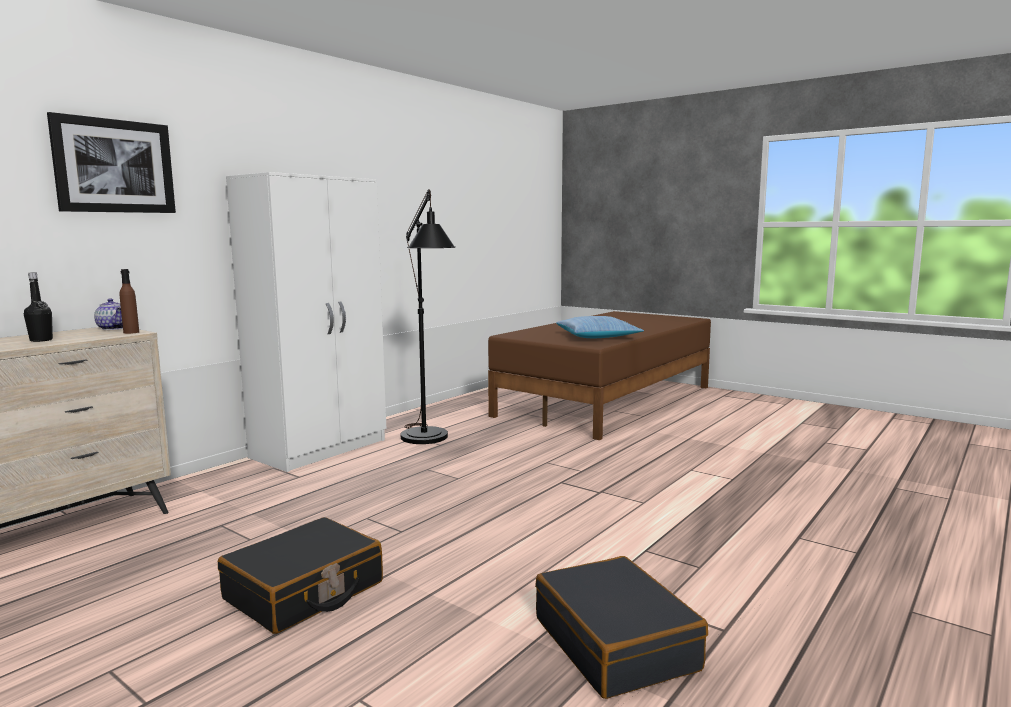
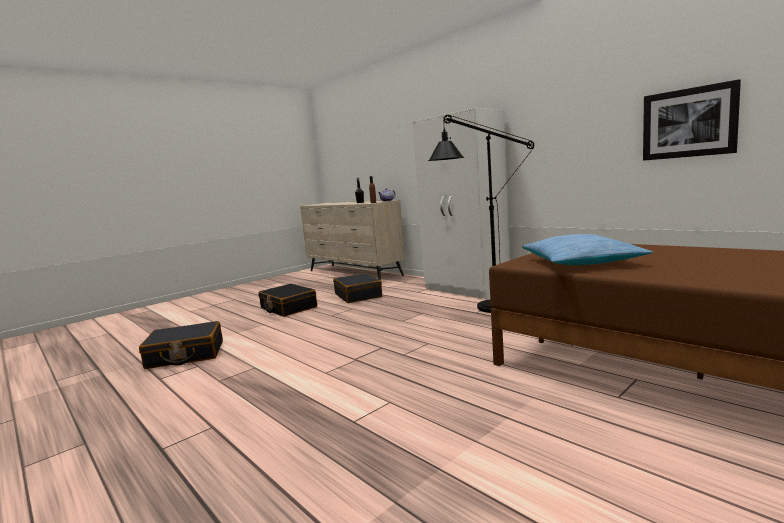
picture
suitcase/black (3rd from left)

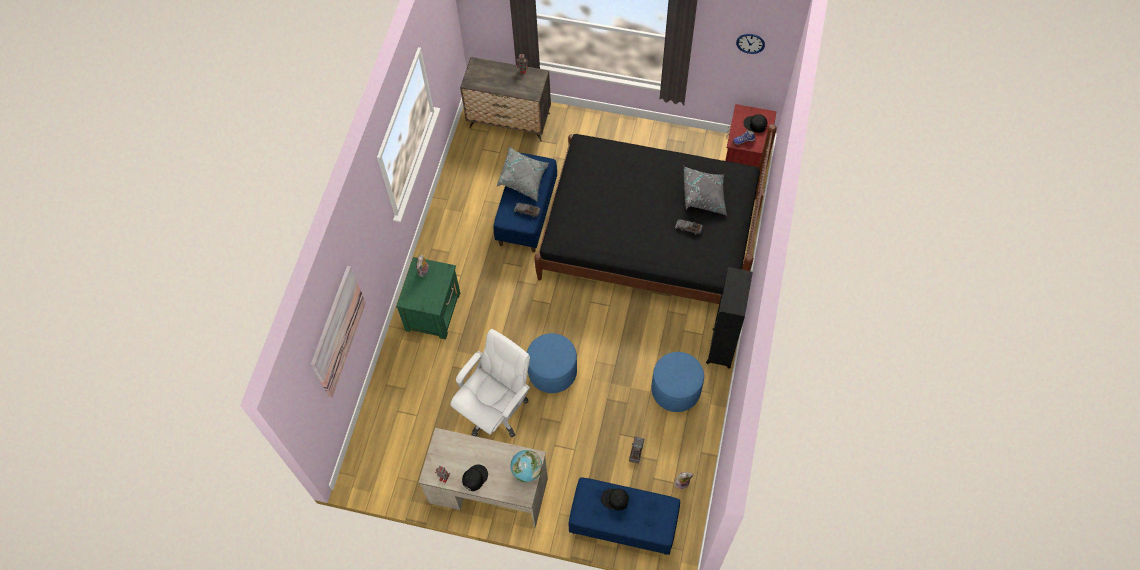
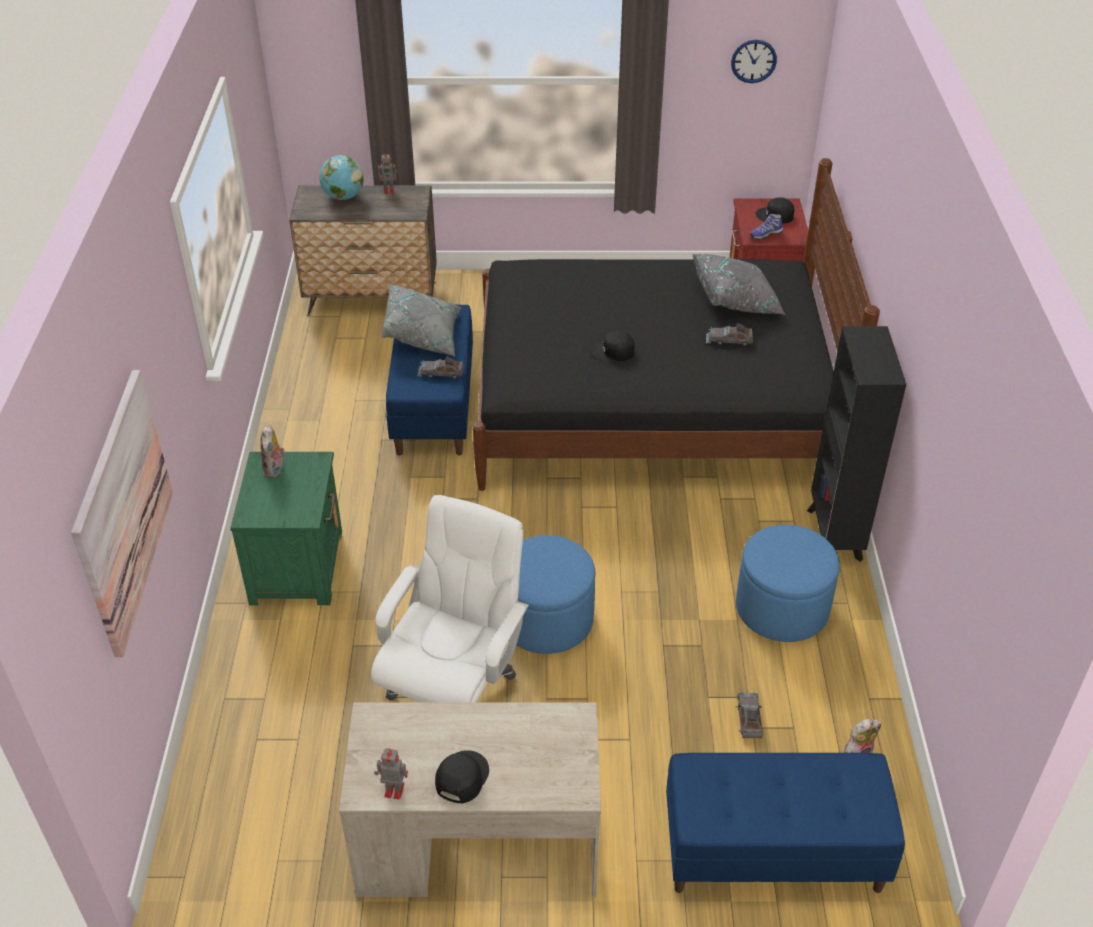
globe
cap/black (2nd from left)

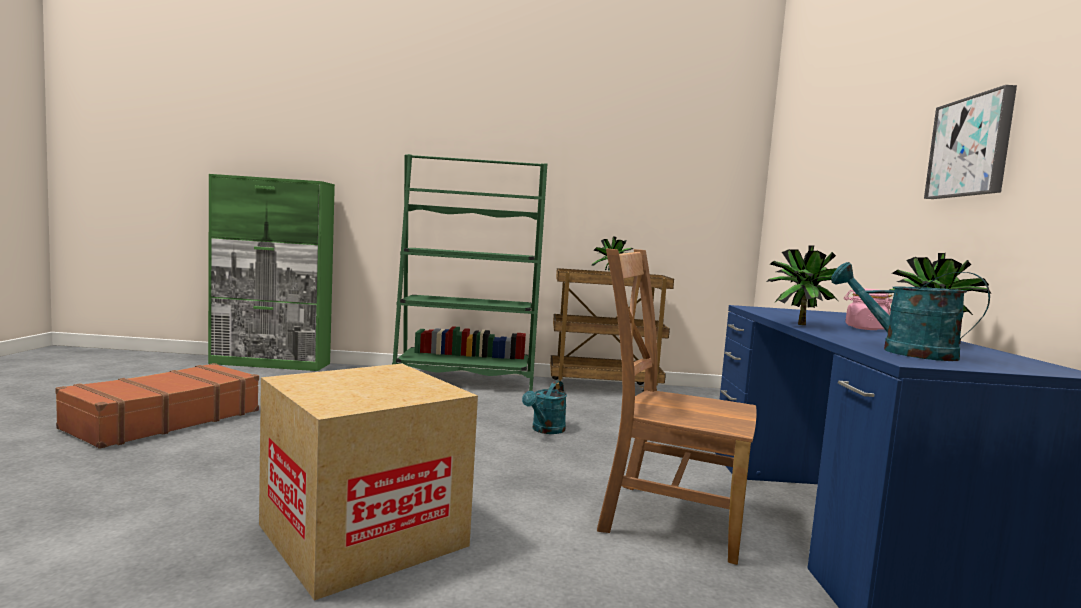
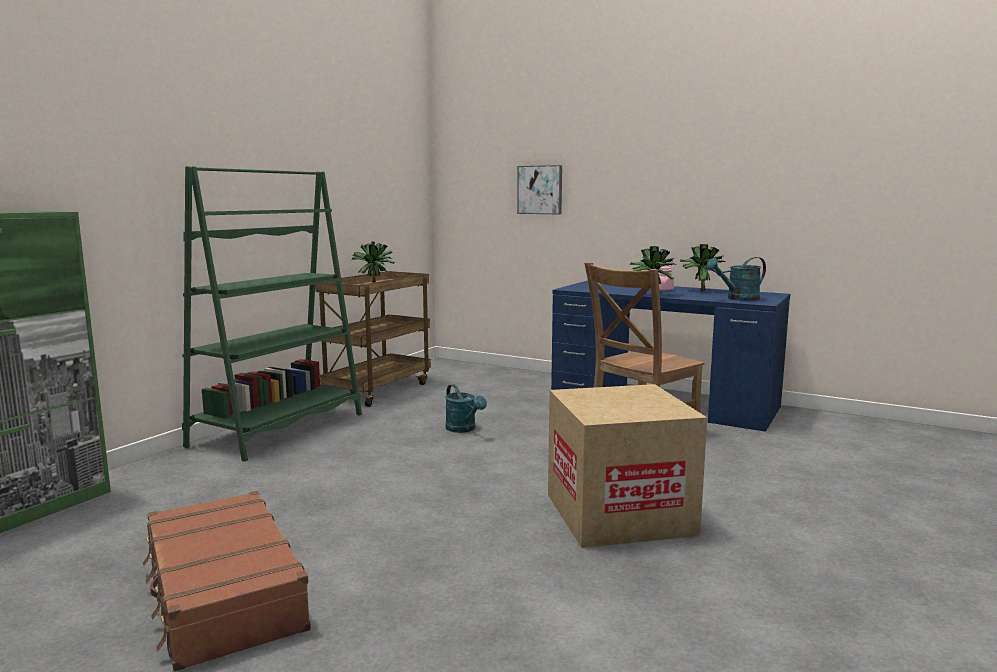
picture

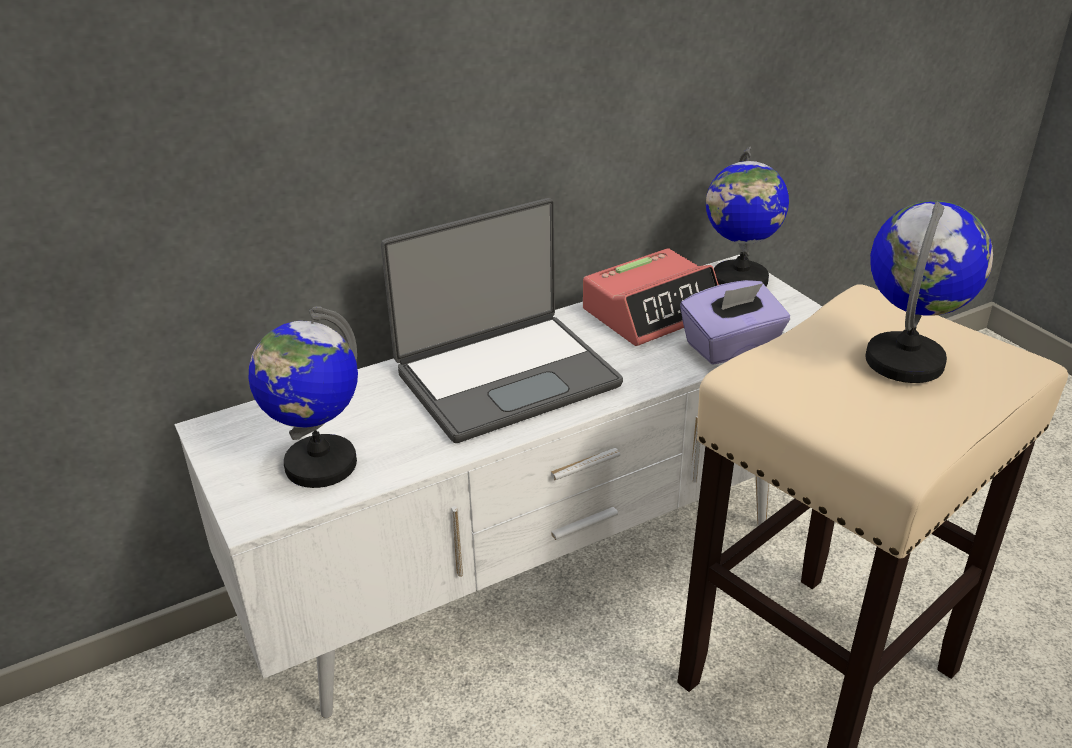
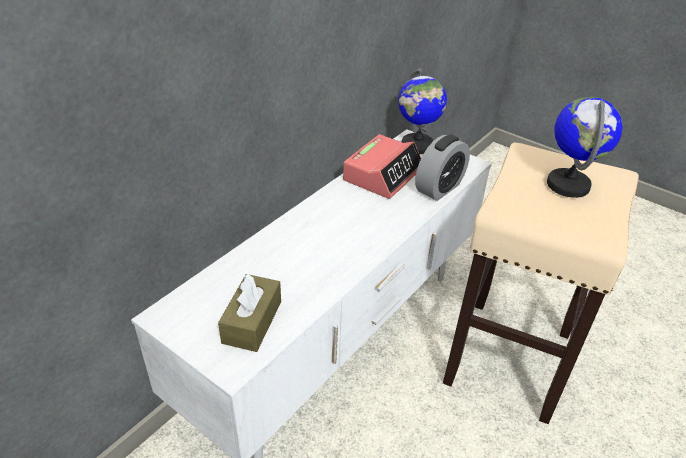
laptop
alarm clock (2nd from left)
tissue box/brown

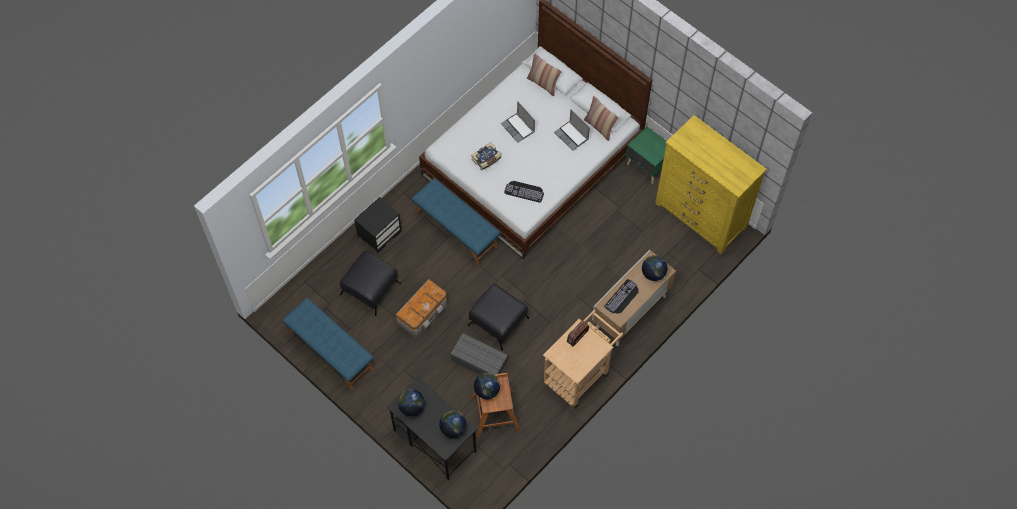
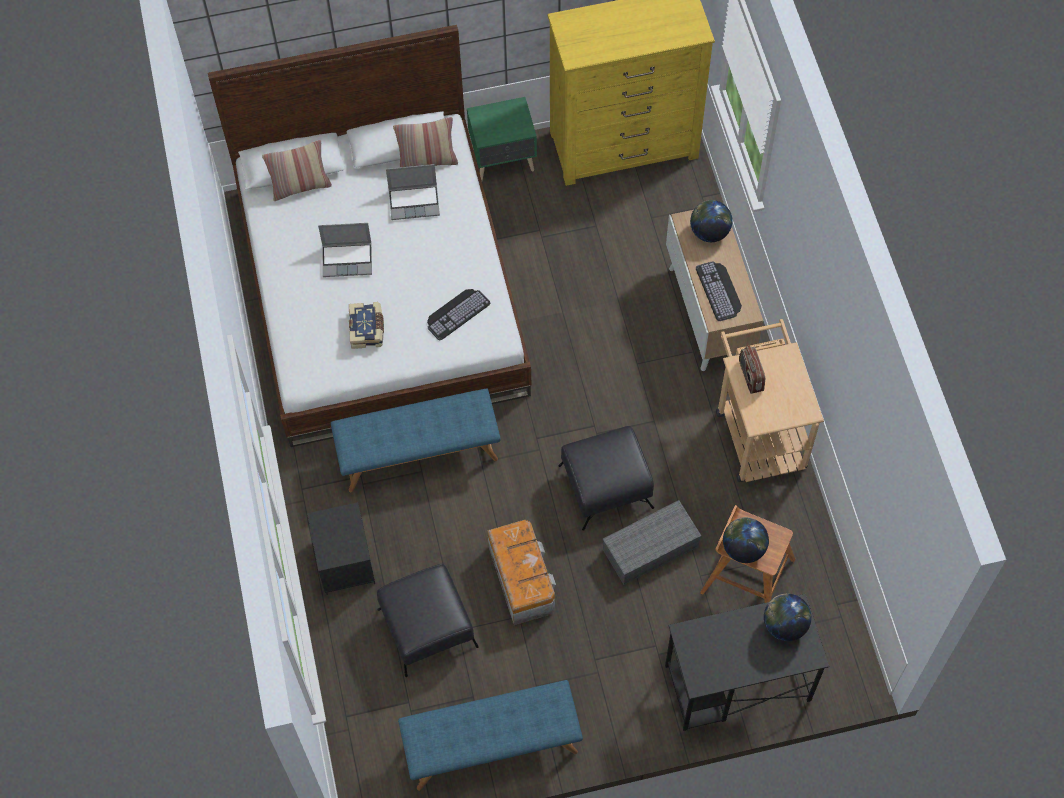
globe (1st from left in the first image)

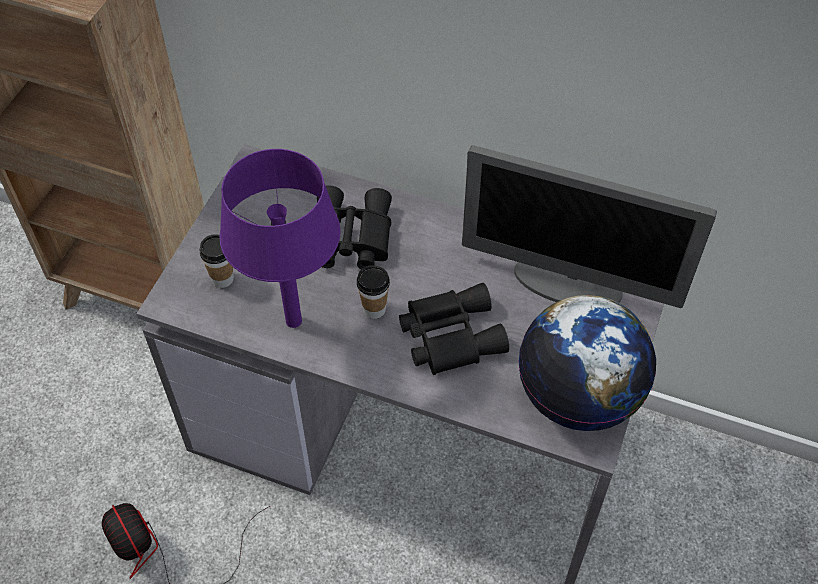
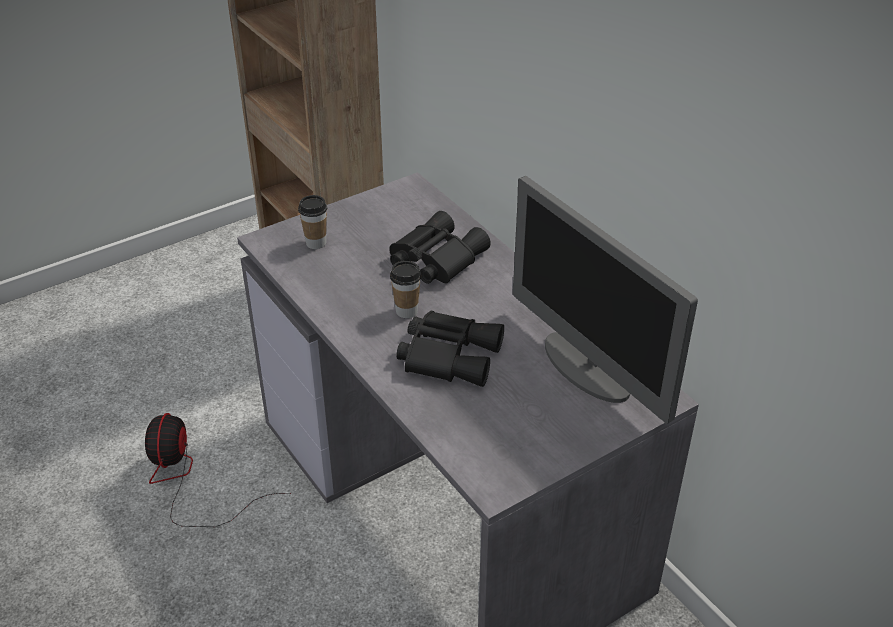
table lamp/purple
globe

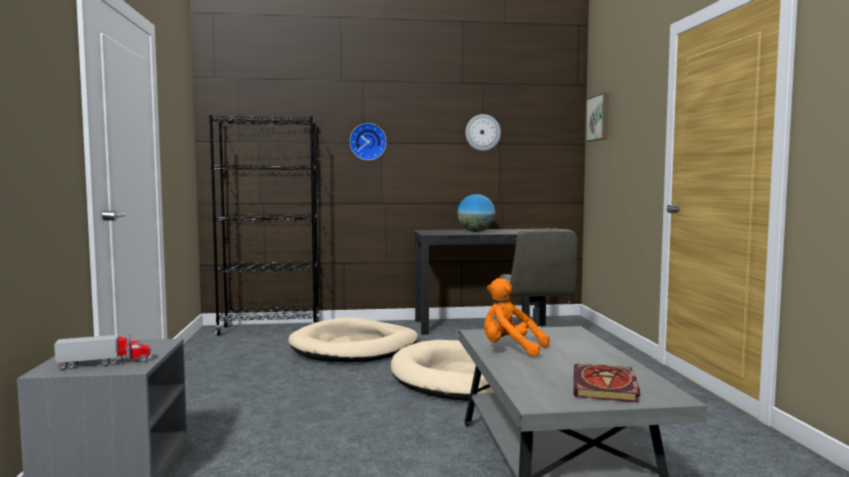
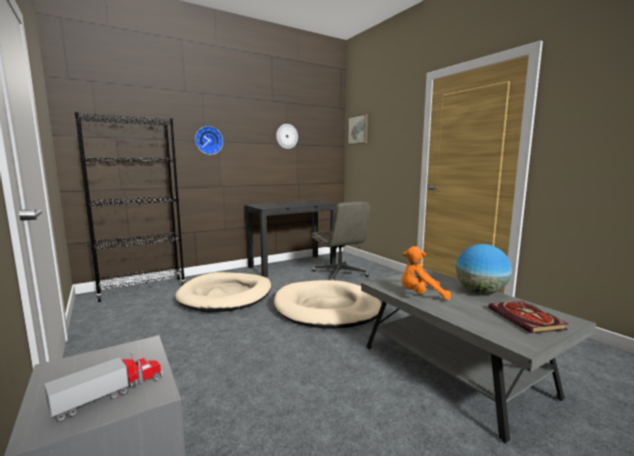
globe

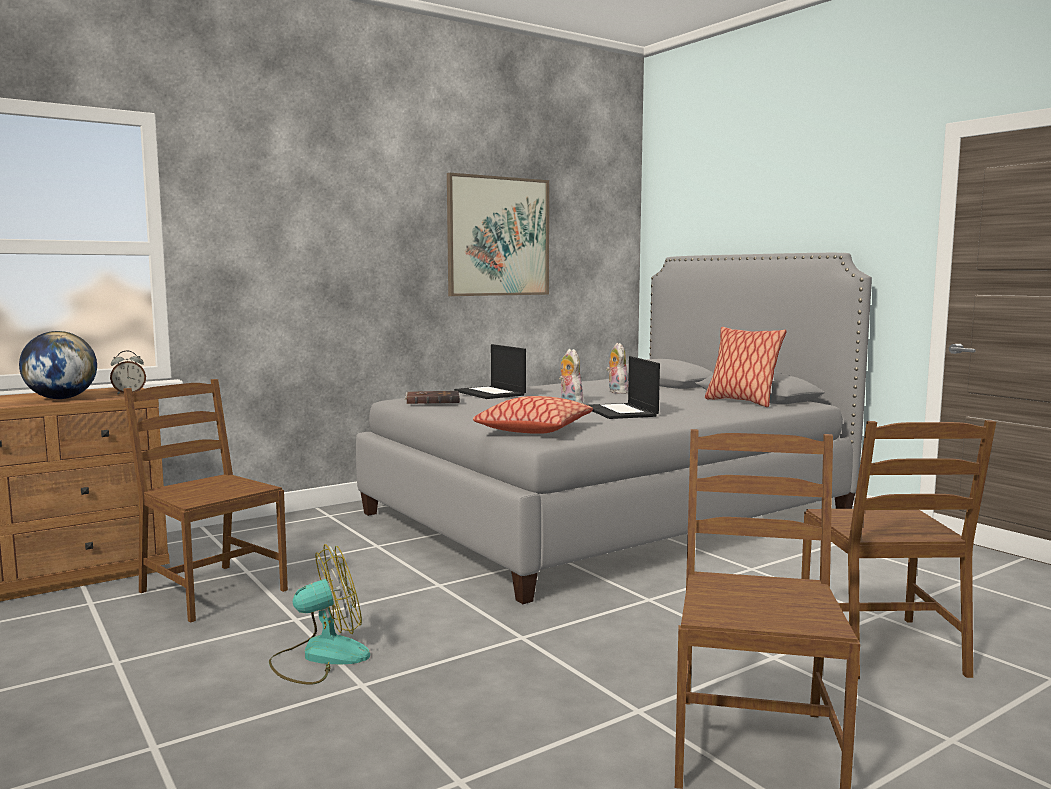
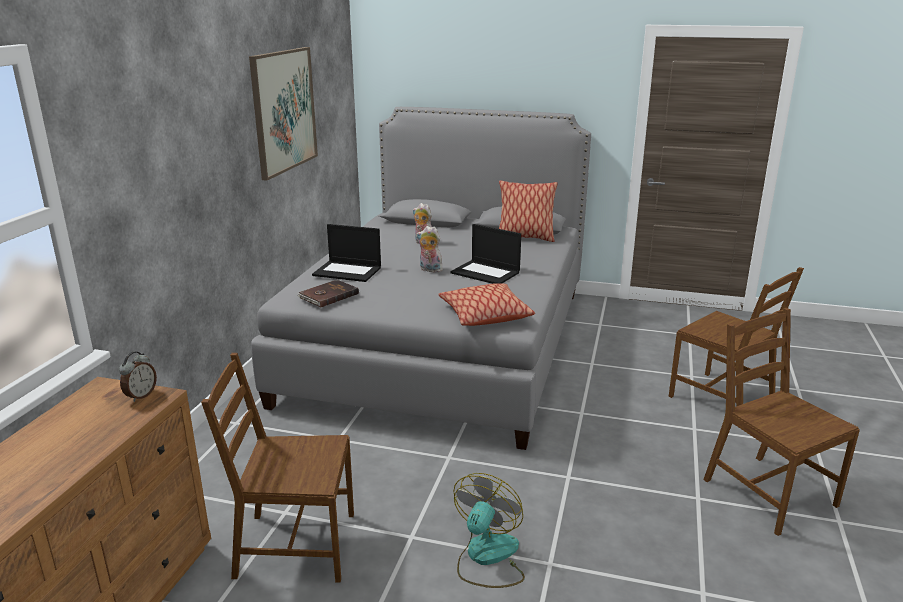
globe

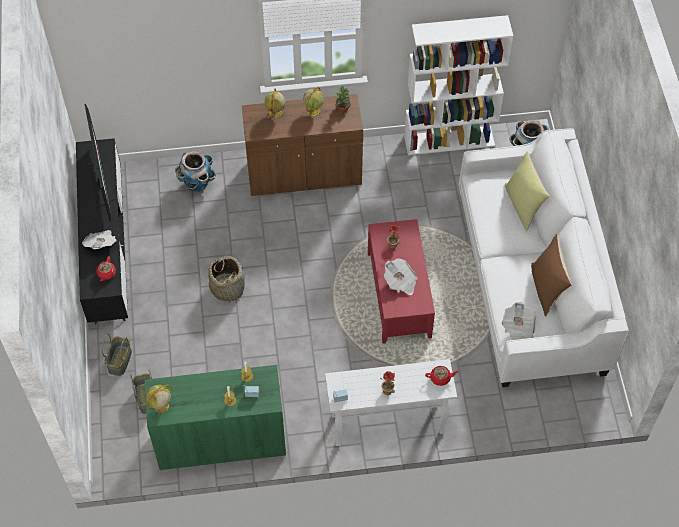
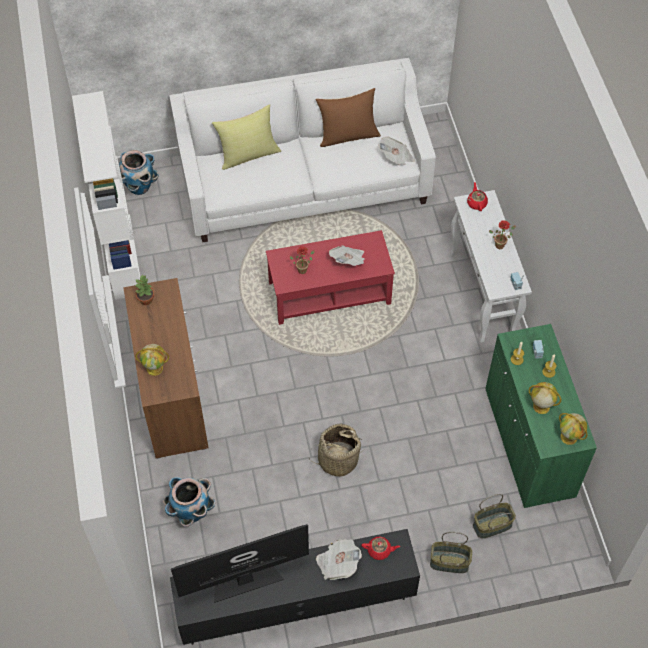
globe (2nd from left)

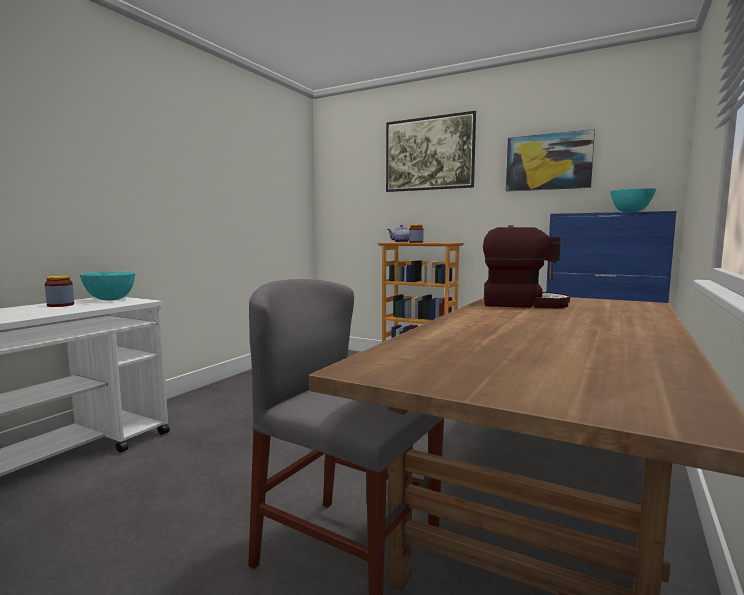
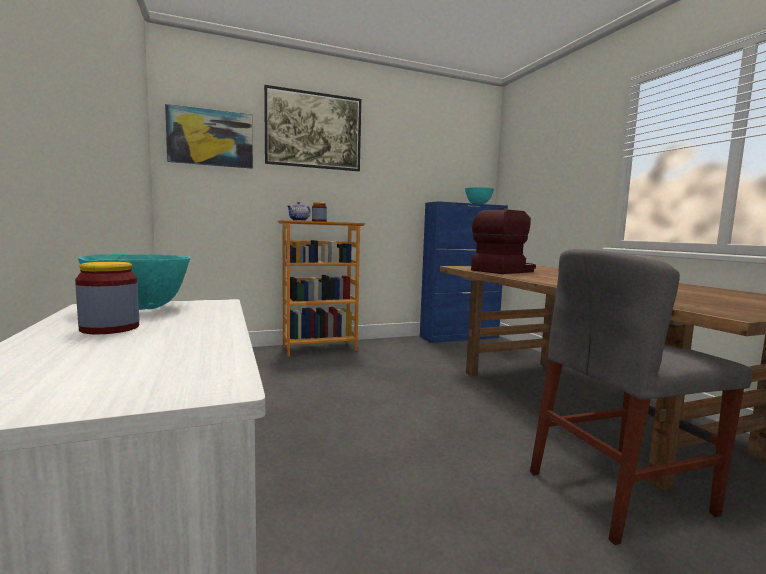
picture (1st from left)

